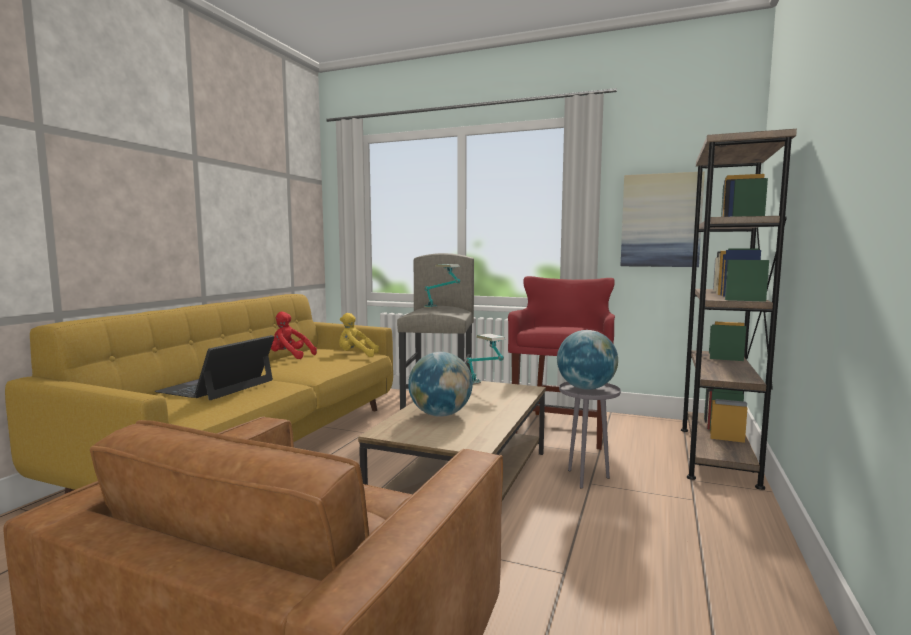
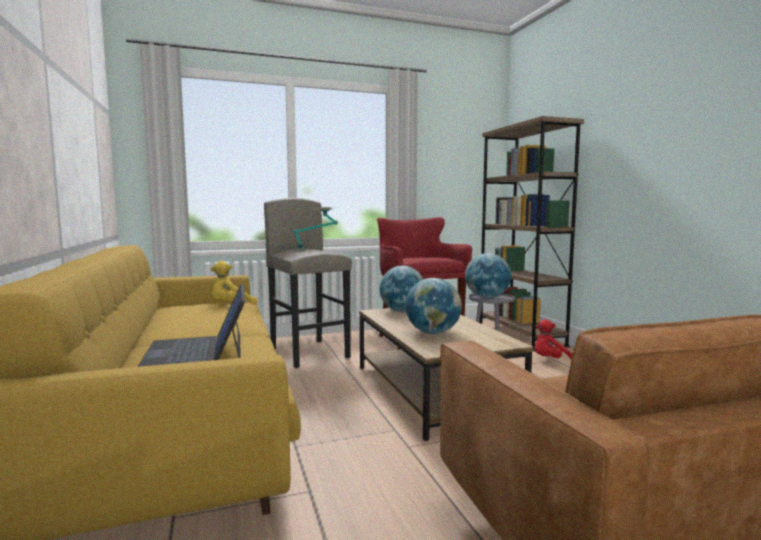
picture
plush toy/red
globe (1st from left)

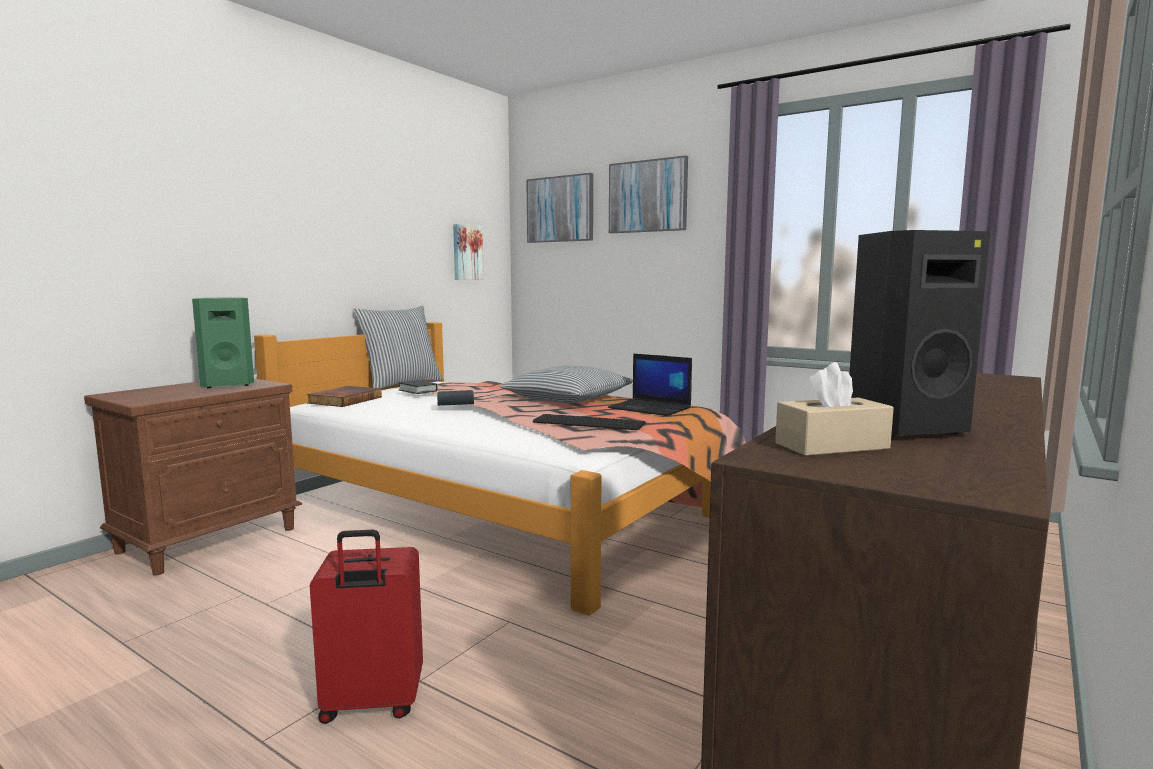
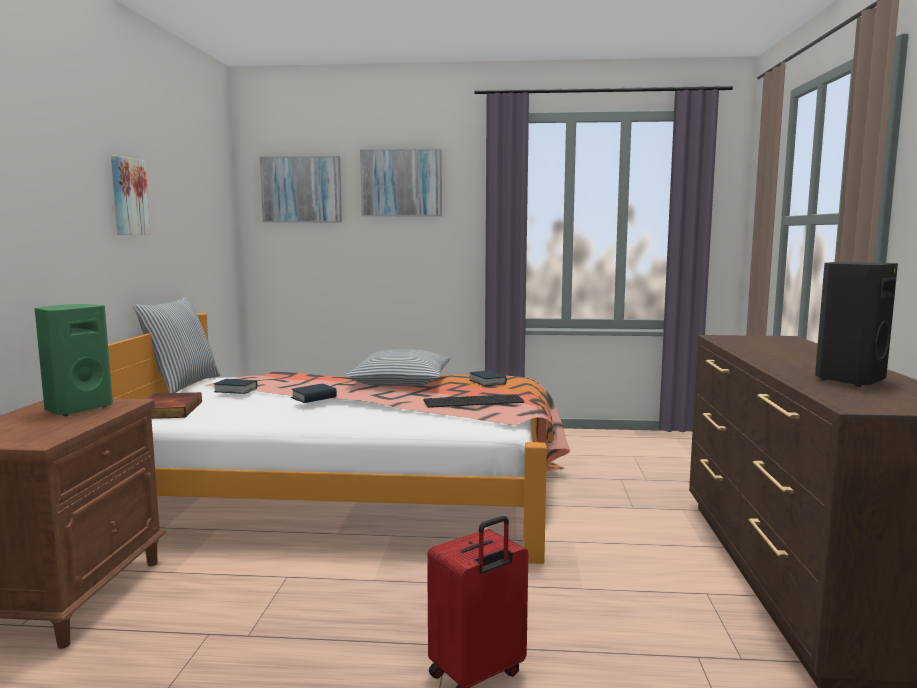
picture (1st from left)
book (4th from left)
tissue box/beige

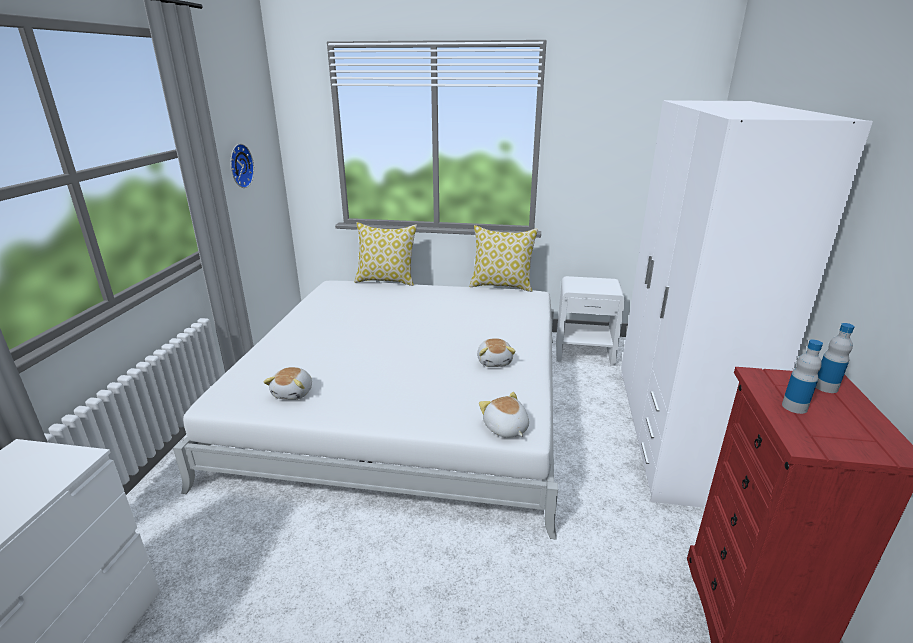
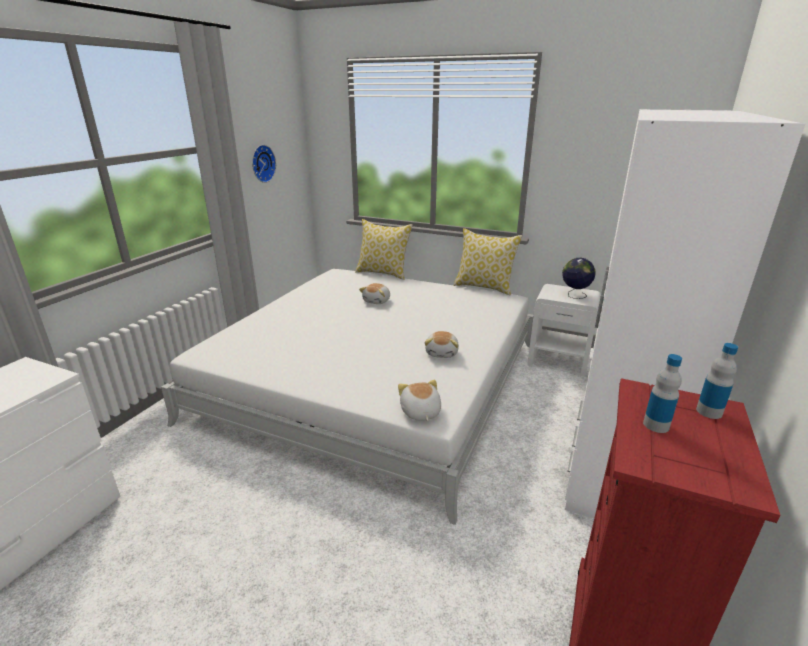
plush toy (1st from left)
globe

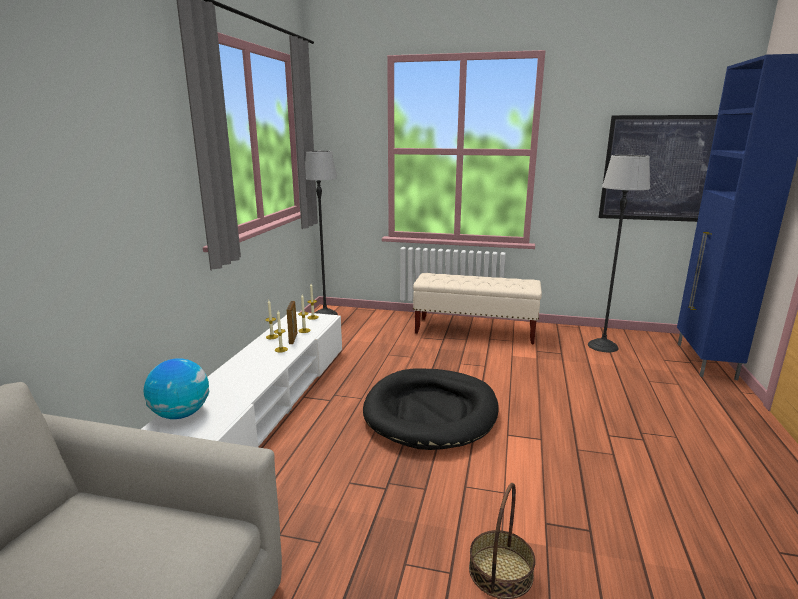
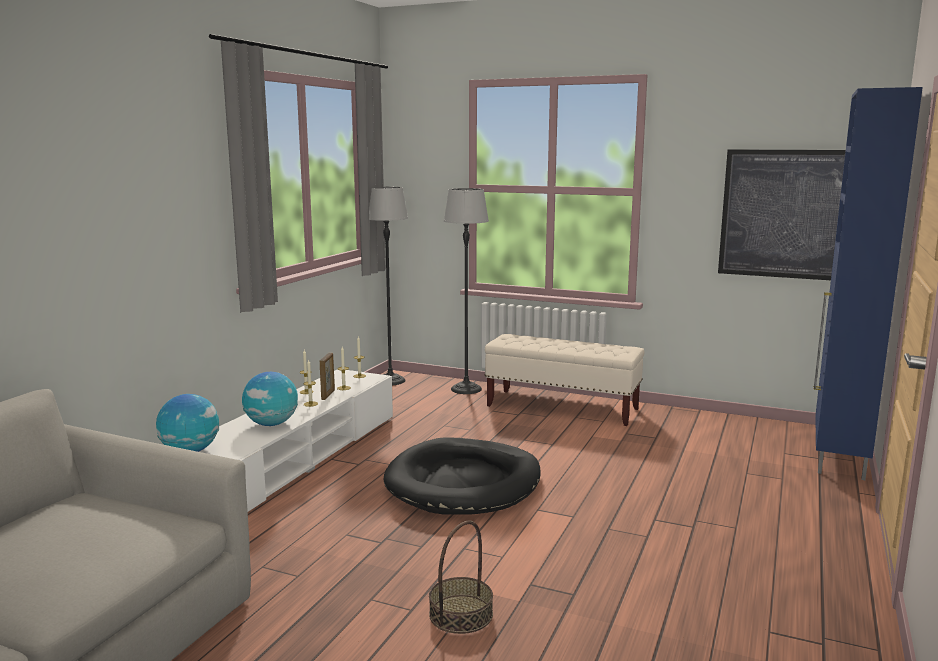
floor lamp (2nd from left)
globe (2nd from left)

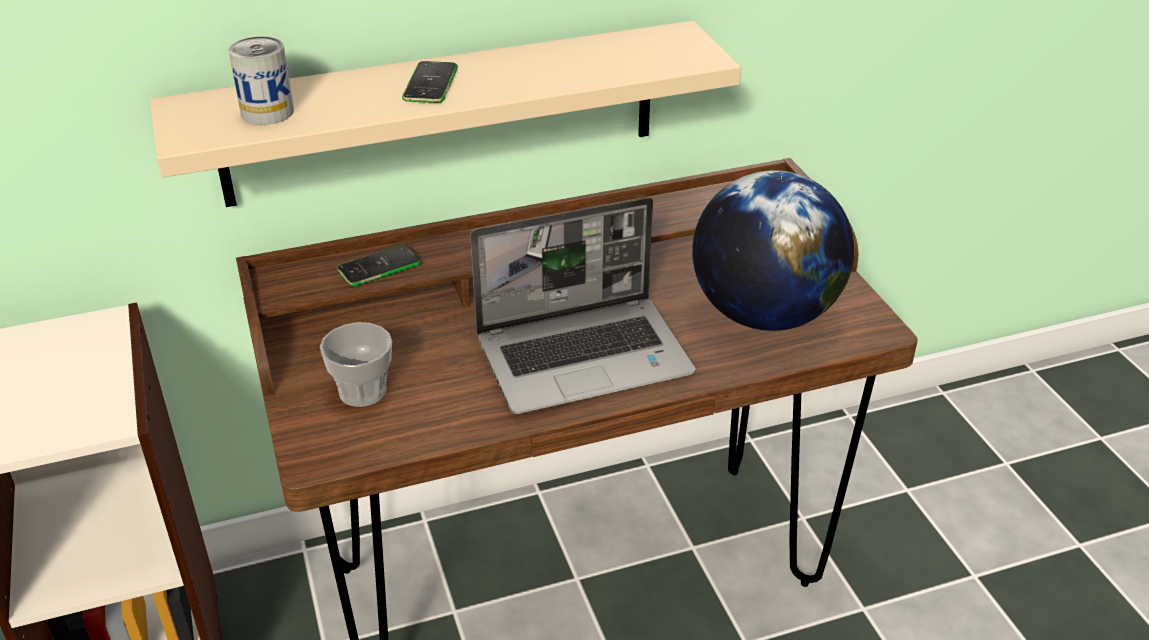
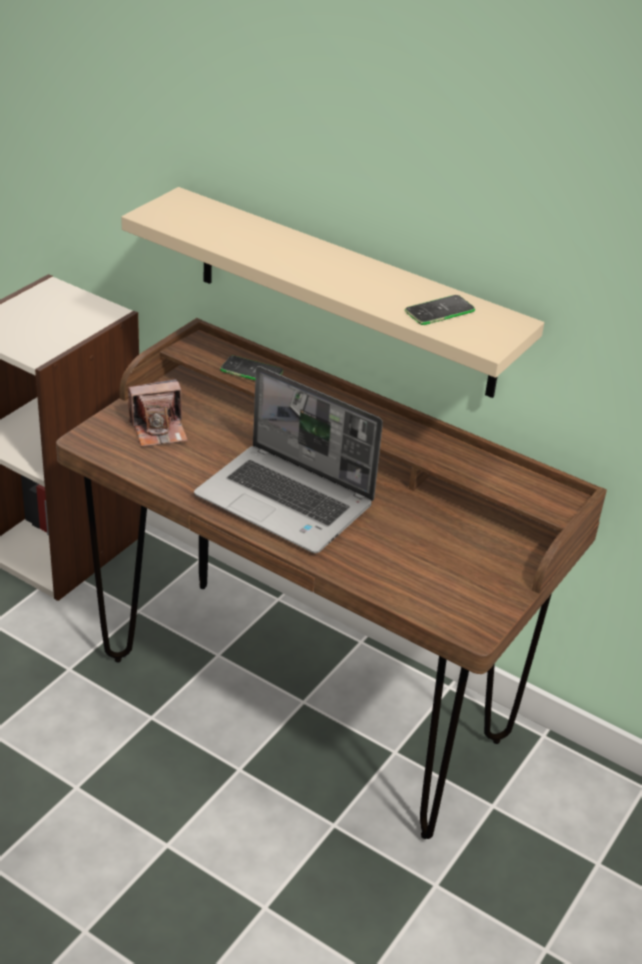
can
phone (2nd from left)
globe
photo camera

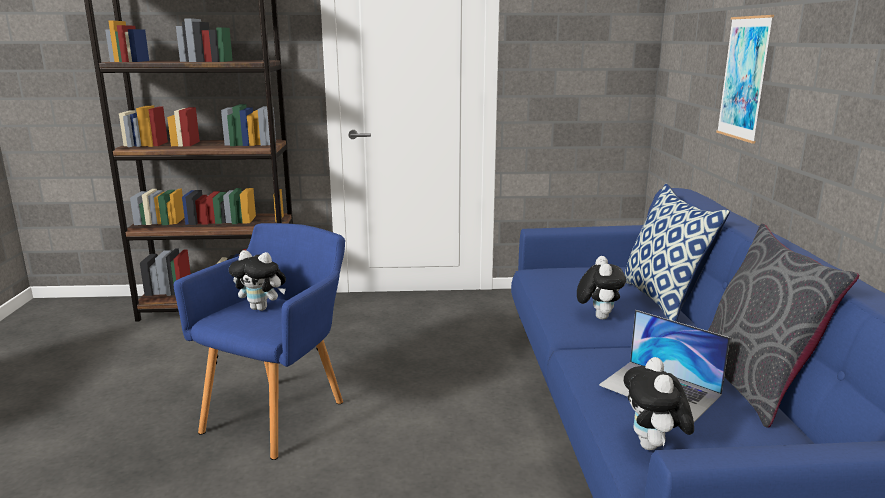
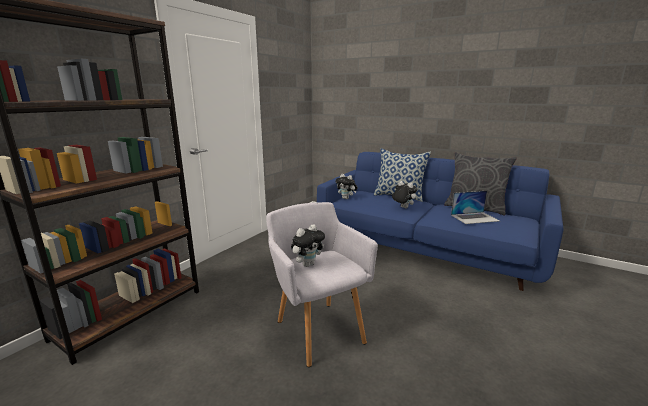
picture
armchair/grey
plush toy (2nd from left)

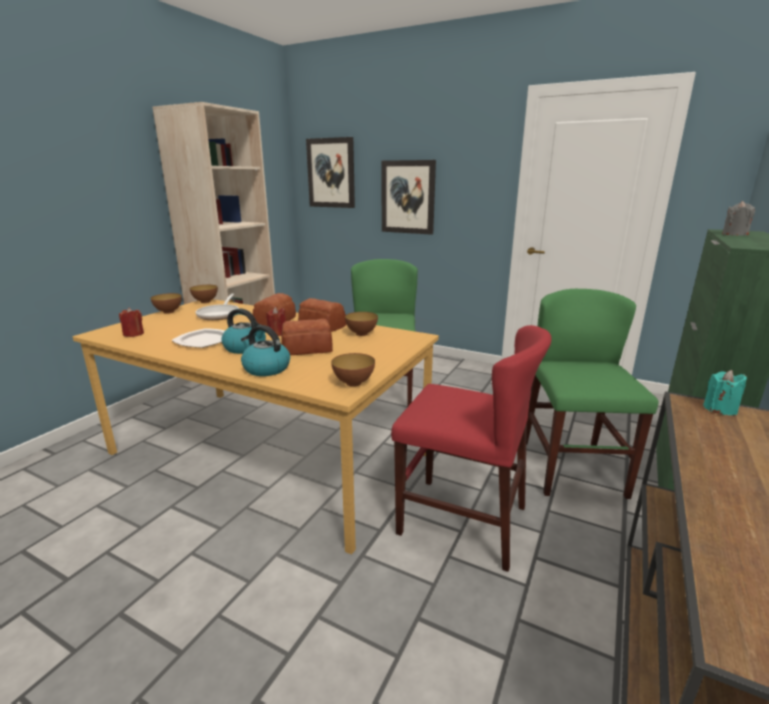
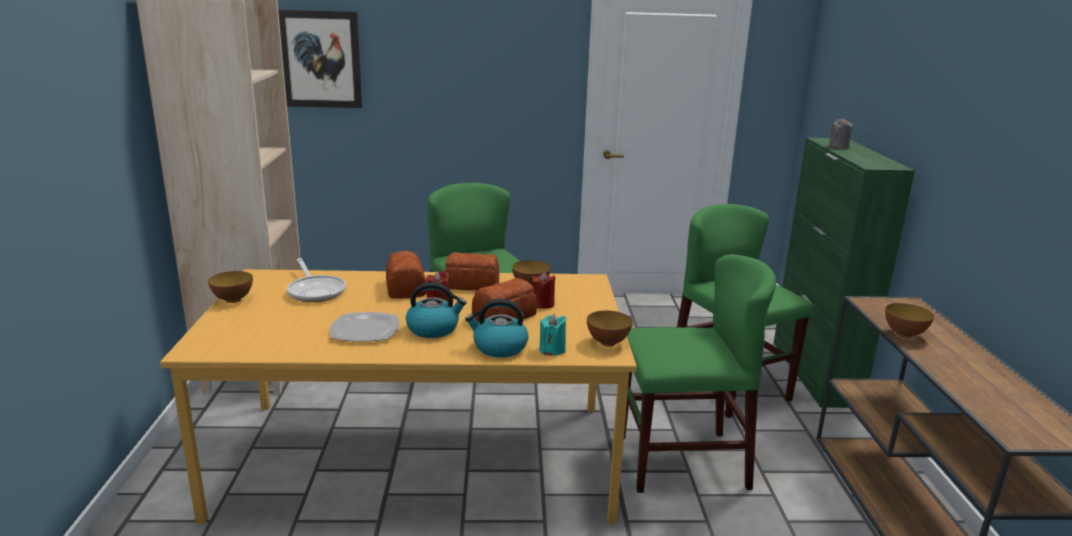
picture (2nd from left in the first image)
bowl (4th from left)
candle/red (2nd from left)
chair/green (2nd from left)
candle/turquoise

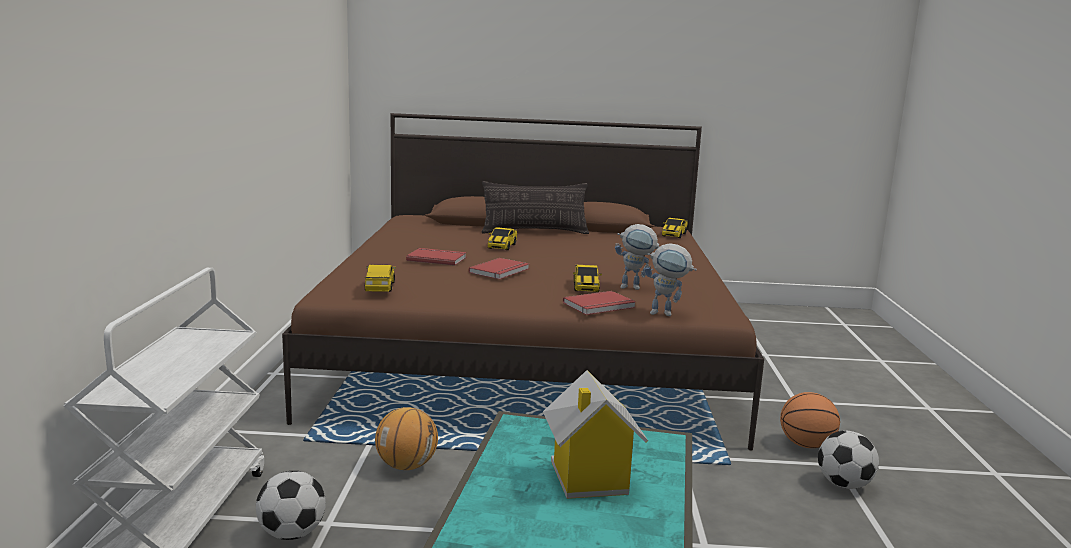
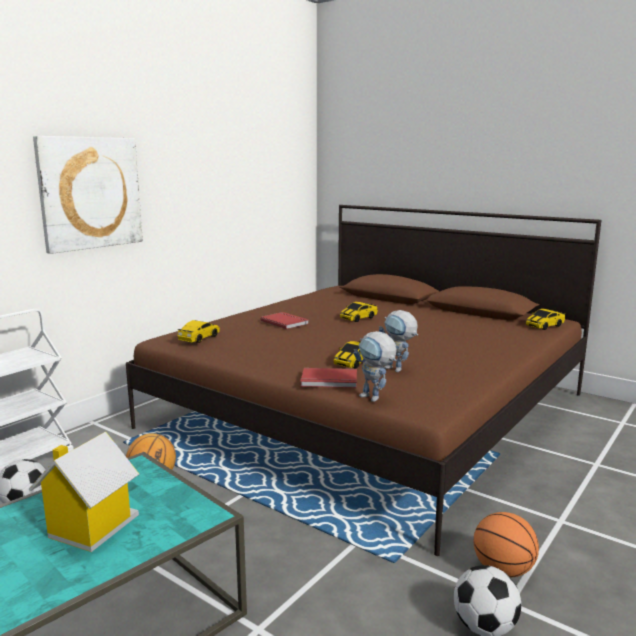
pillow
book/red (2nd from left in the first image)
picture

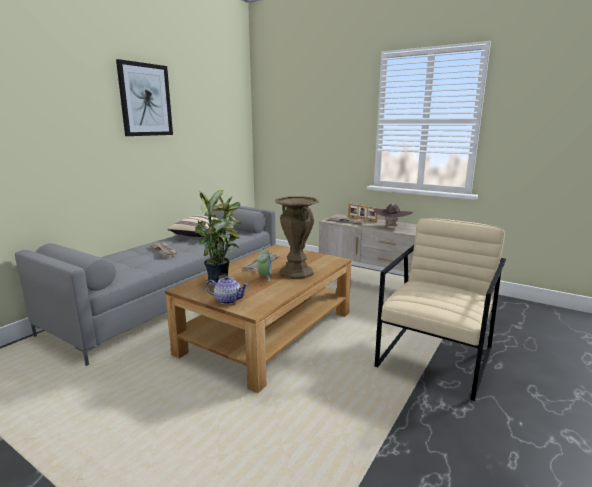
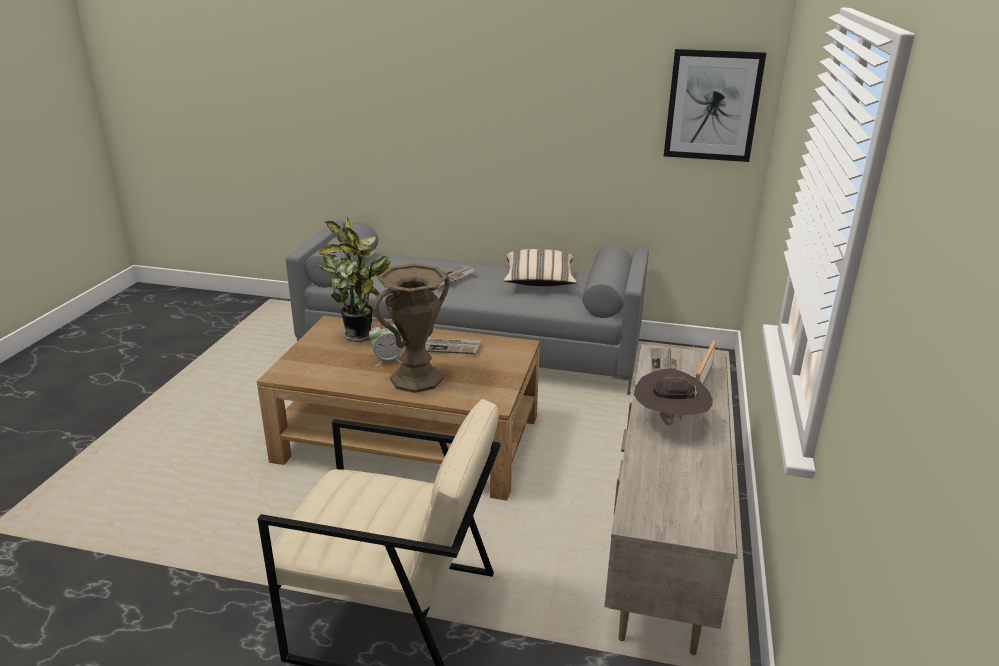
picture
teapot

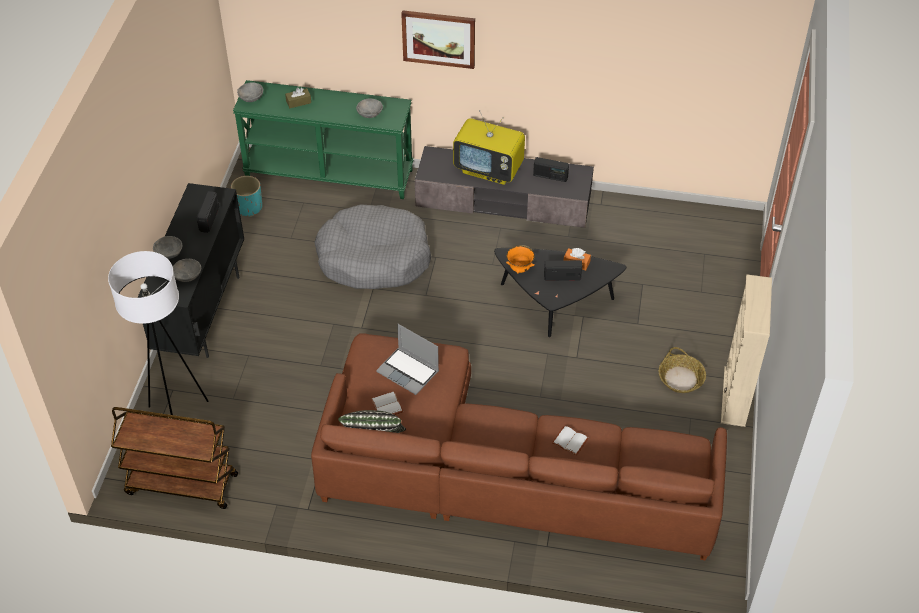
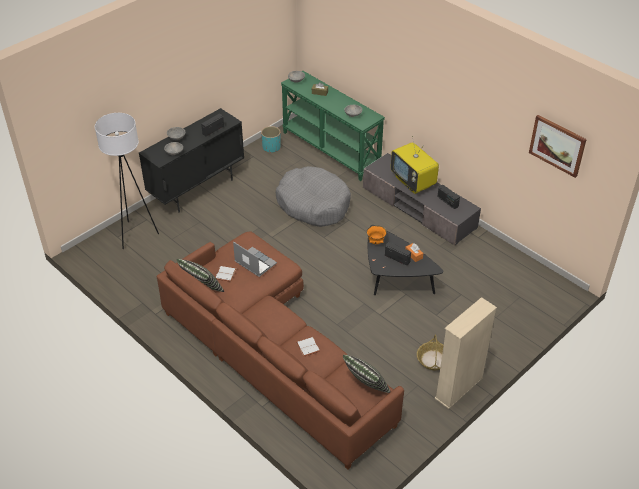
picture
laptop
cart/brown
pillow (2nd from left)

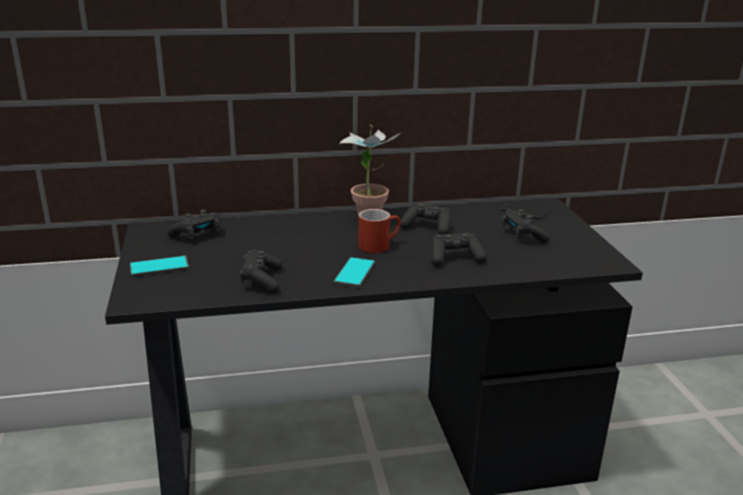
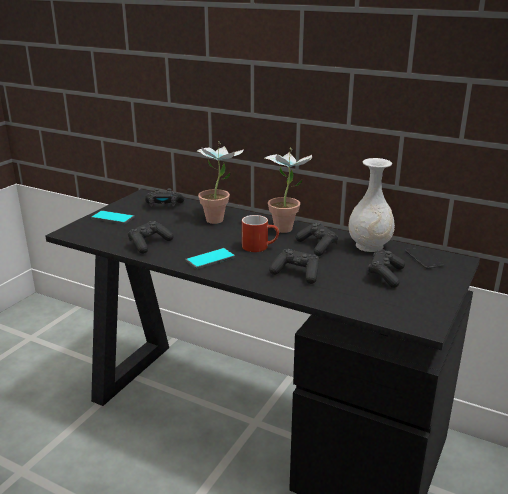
potted plant (1st from left)
vase/white

